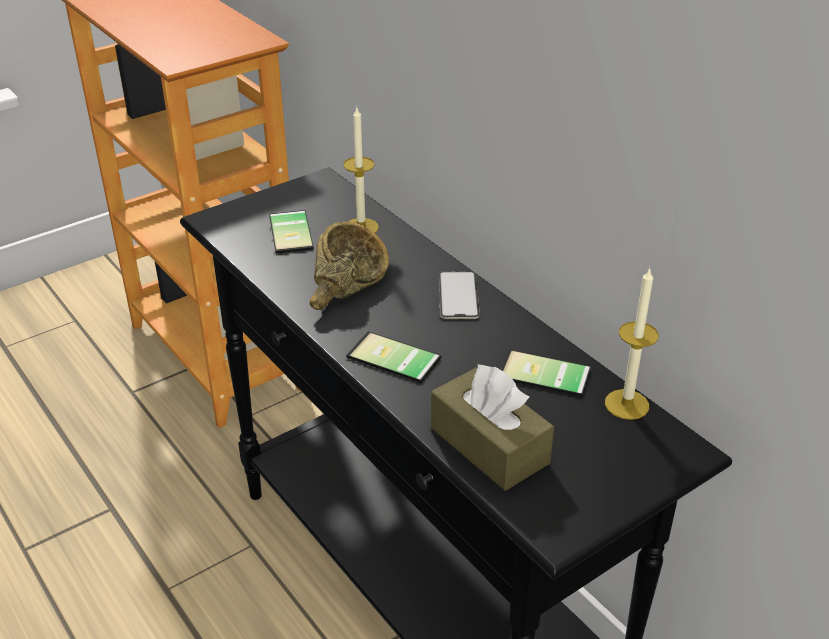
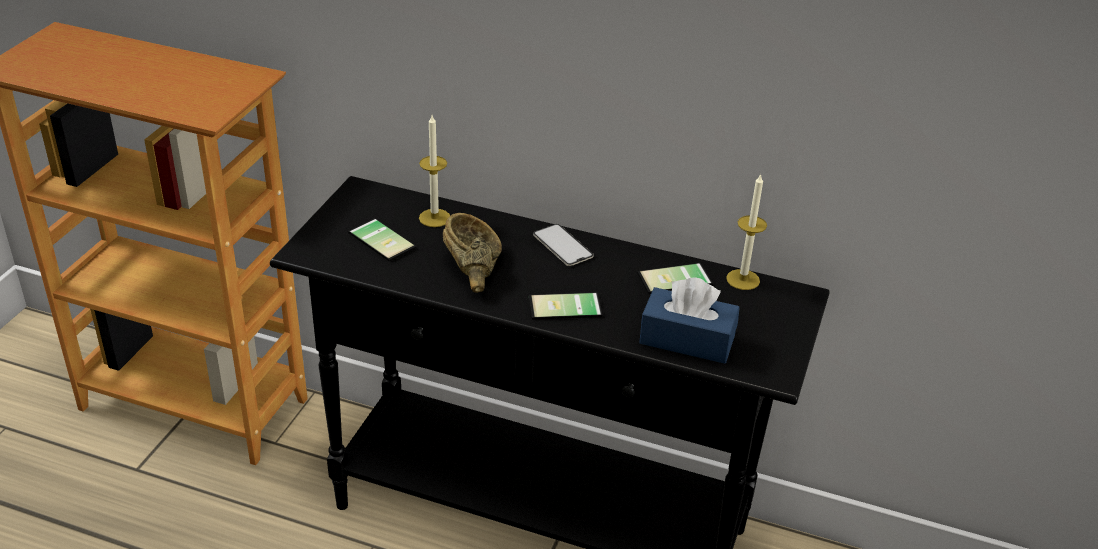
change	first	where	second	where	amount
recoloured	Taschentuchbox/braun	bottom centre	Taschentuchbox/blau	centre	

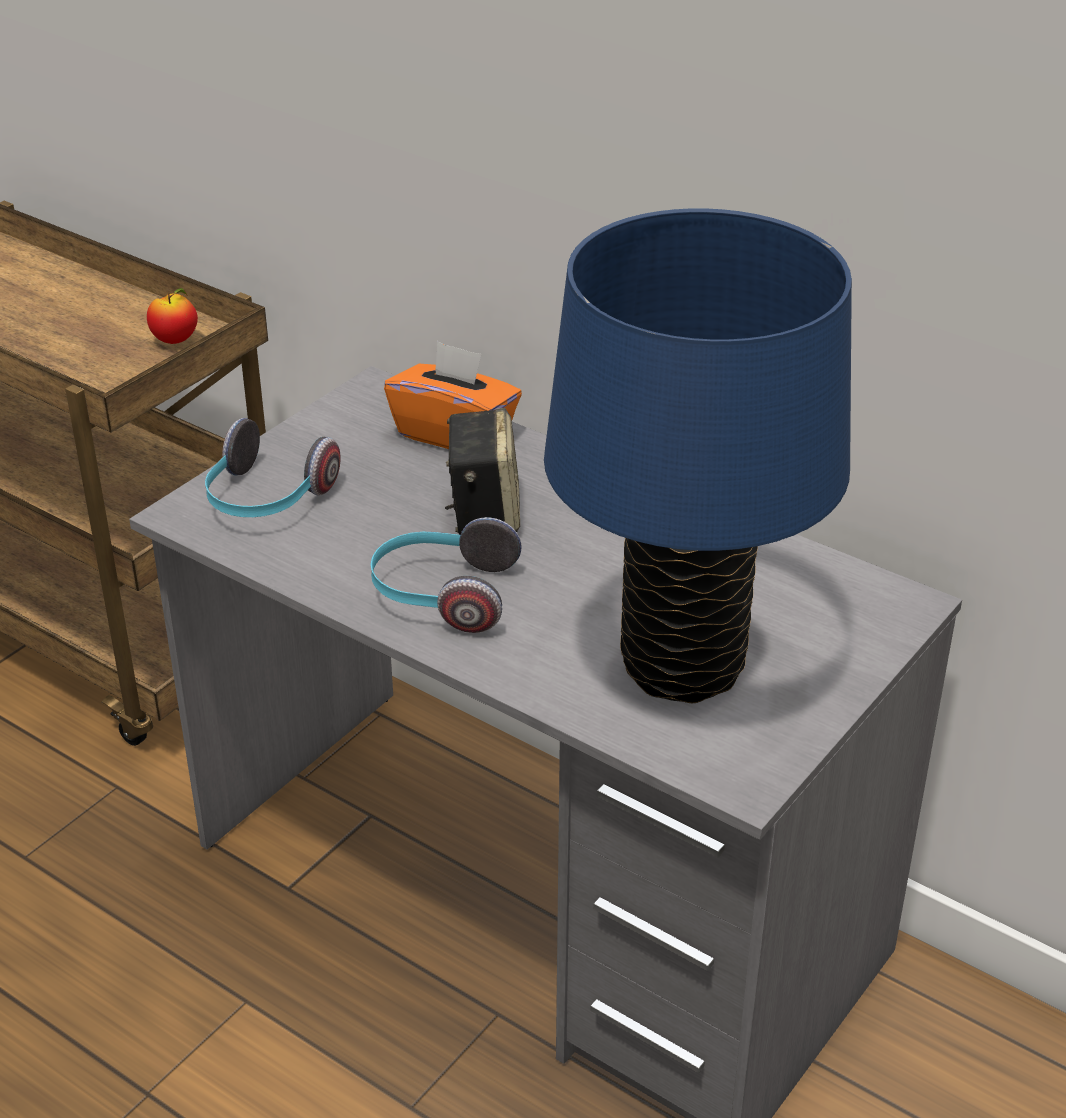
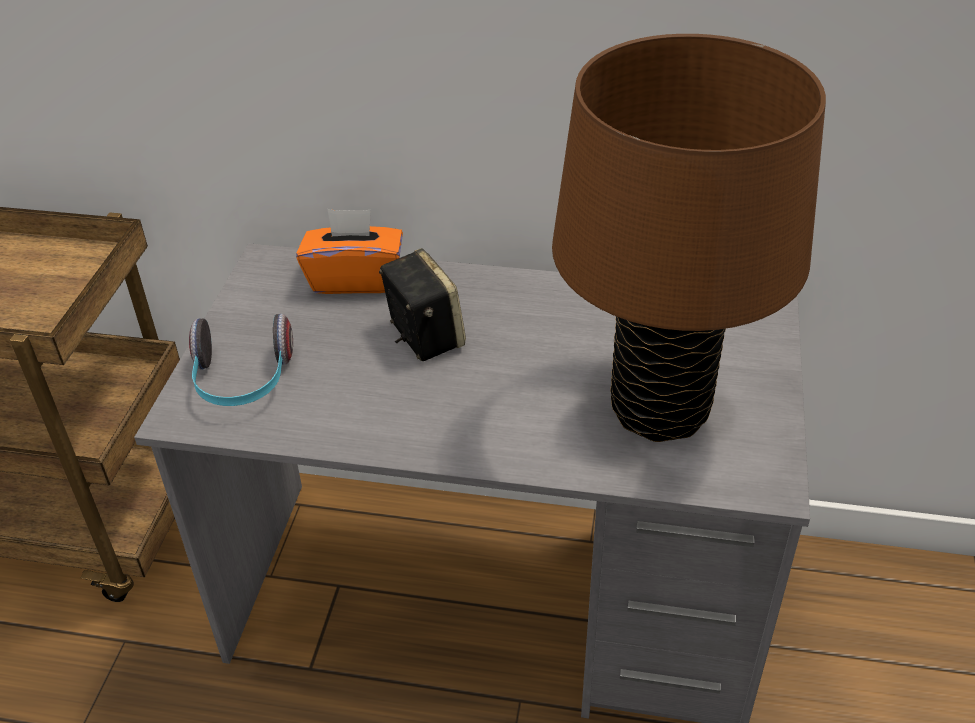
change	first	where	second	where	amount
removed	Apfel	top left			
removed	Kopfhörer (2nd from left)	centre			
recoloured	Tischlampe/blau	centre	Tischlampe/braun	top right	

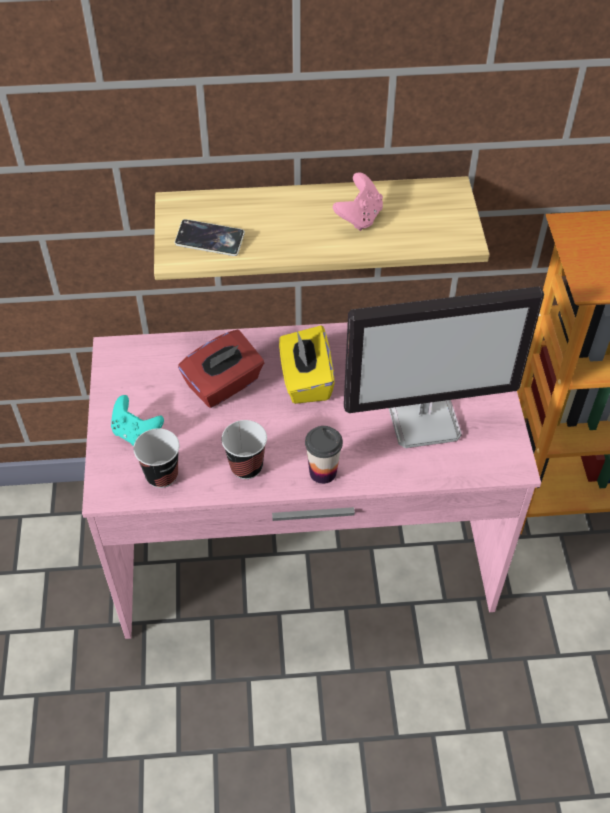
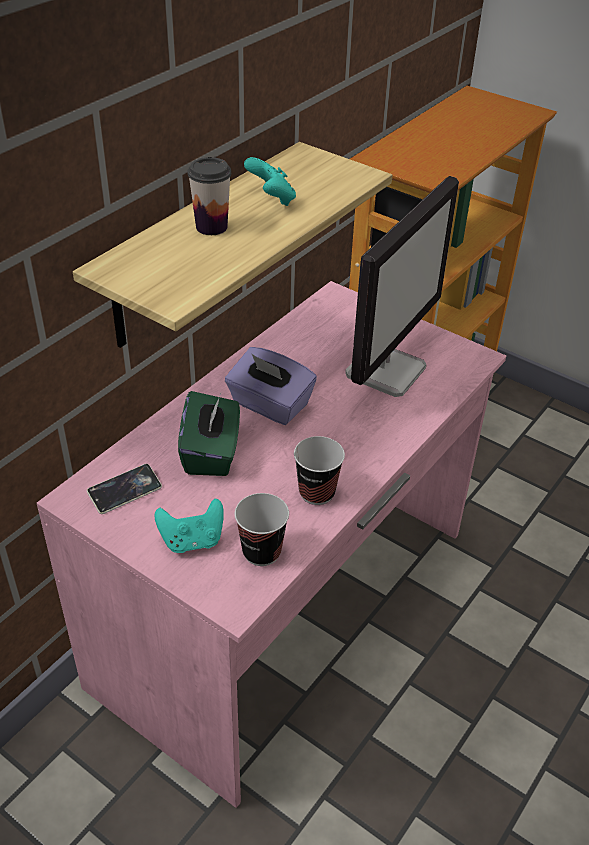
change	first	where	second	where	amount
moved	Handy	top centre		middle left	
recoloured	Taschentuchbox/rot	centre	Taschentuchbox/grün	centre	
recoloured	Taschentuchbox/gelb	centre	Taschentuchbox/lila	centre	
moved	Tasse (3rd from left in the first image)	centre	Tasse (1st from left)	top centre	
recoloured	Gamepad/rosa	top centre	Gamepad/türkis (2nd from left)	top centre	

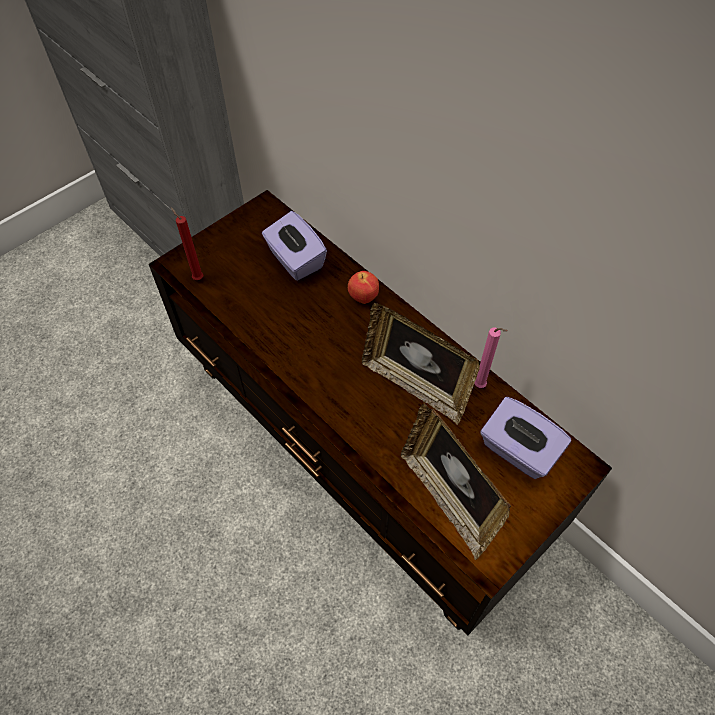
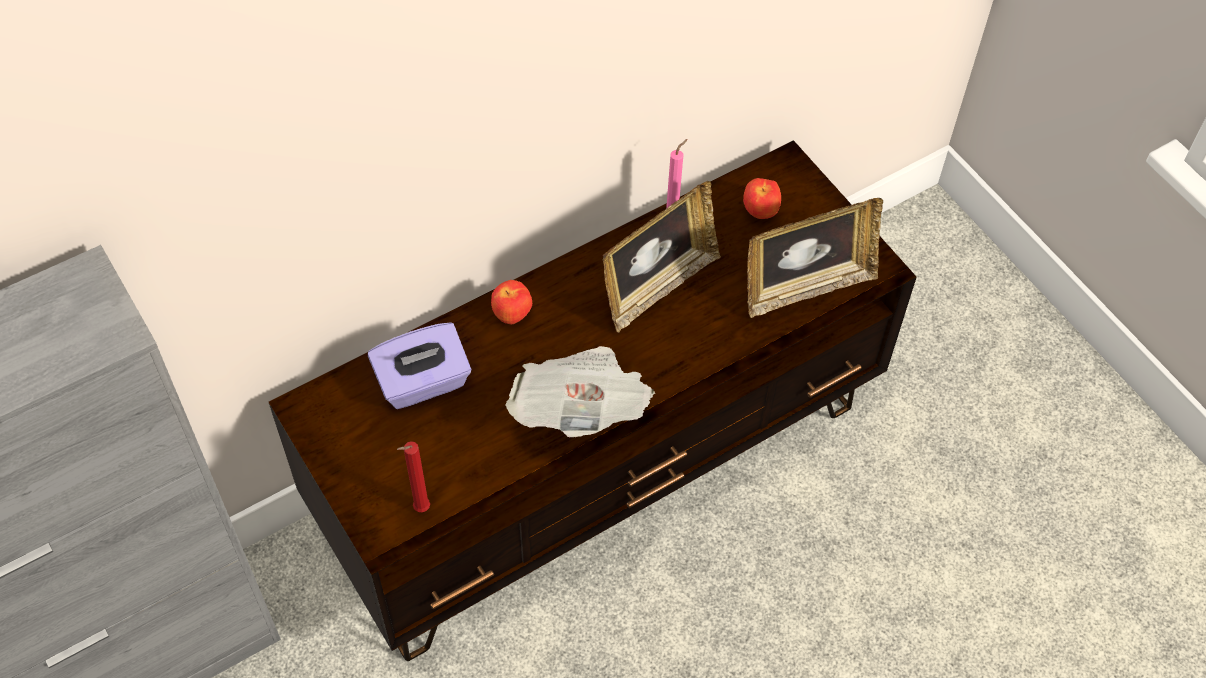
change	first	where	second	where	amount
replaced	Taschentuchbox/lila (2nd from left)	middle right	Apfel (2nd from left)	top centre	
added			Zeitung	centre	

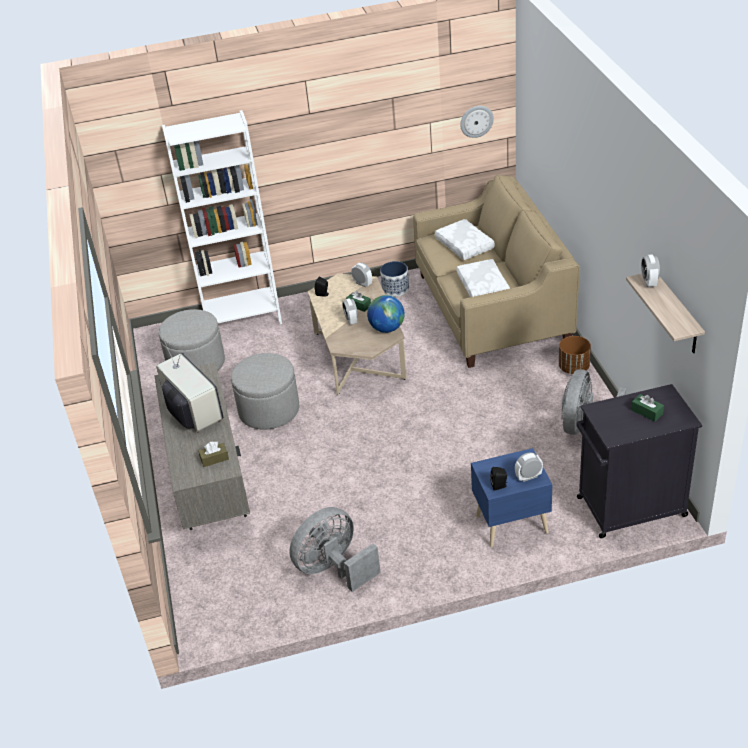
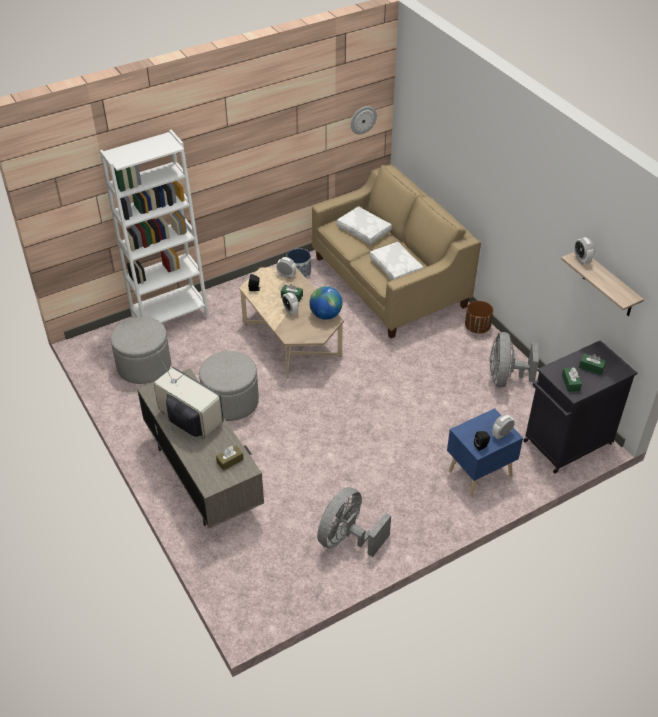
change	first	where	second	where	amount
added			Taschentuchbox/grün (2nd from left)	middle right	

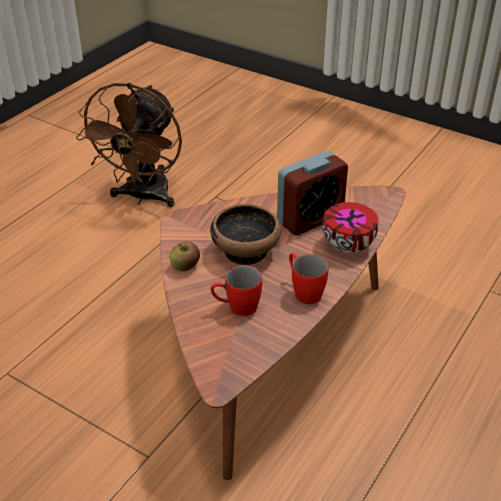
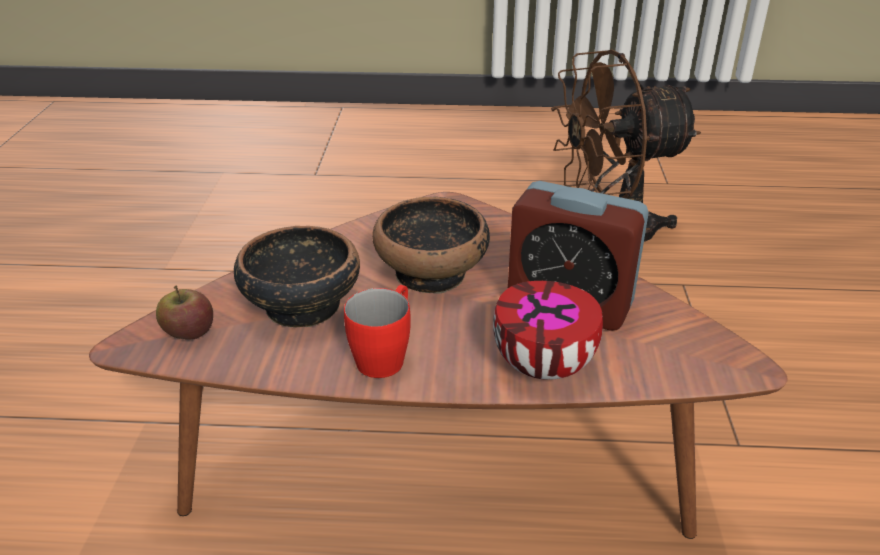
change	first	where	second	where	amount
moved	Apfel	centre		middle left	
replaced	Henkelbecher/rot (1st from left)	centre	Schüssel (1st from left)	centre	

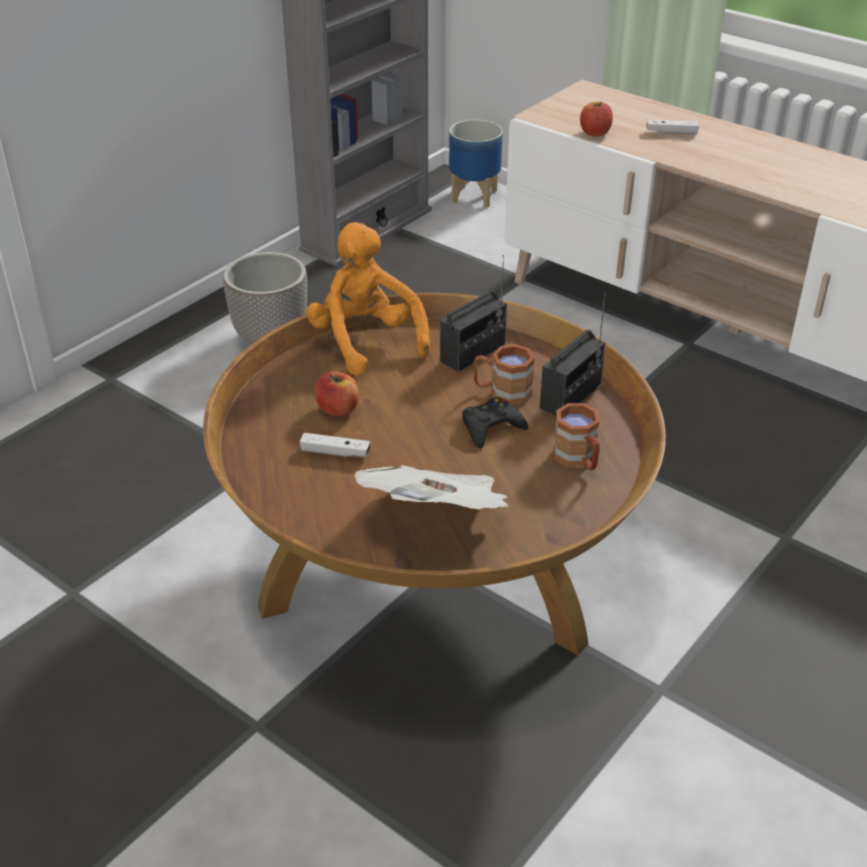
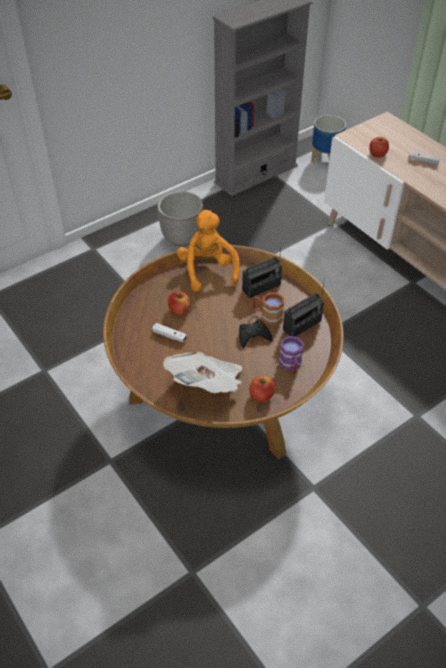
change	first	where	second	where	amount
recoloured	Henkelbecher/braun (2nd from left)	centre	Henkelbecher/lila	centre	
added			Apfel (2nd from left)	centre	

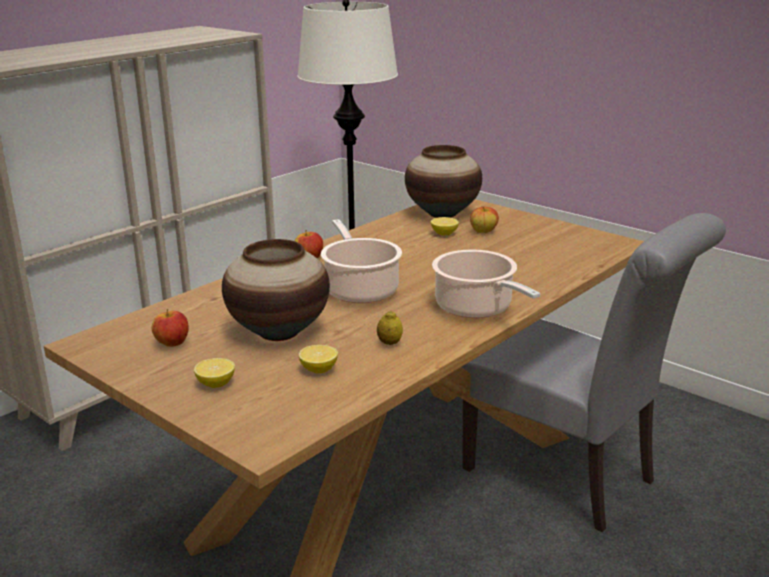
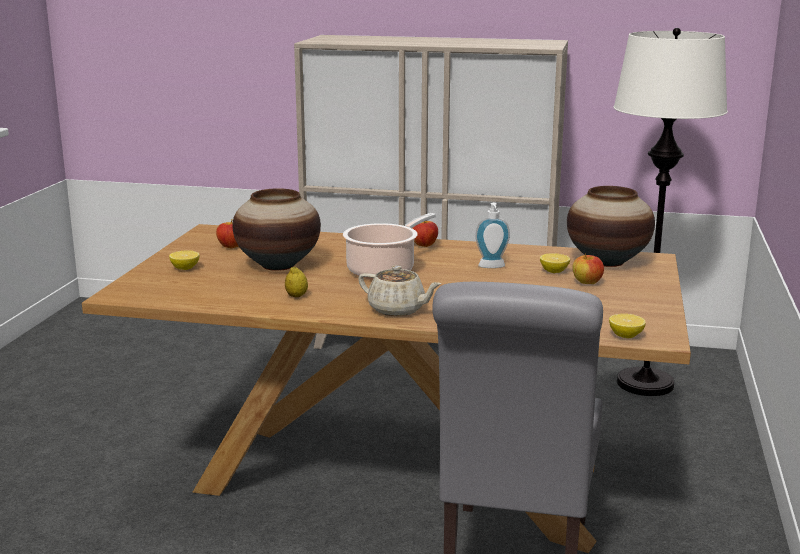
change	first	where	second	where	amount
moved	Zitrone (2nd from left in the first image)	centre	Zitrone (4th from left)	middle right	
replaced	Kochtopf (2nd from left)	centre	Teekanne/beige	centre	
added			Seifenspender	centre	

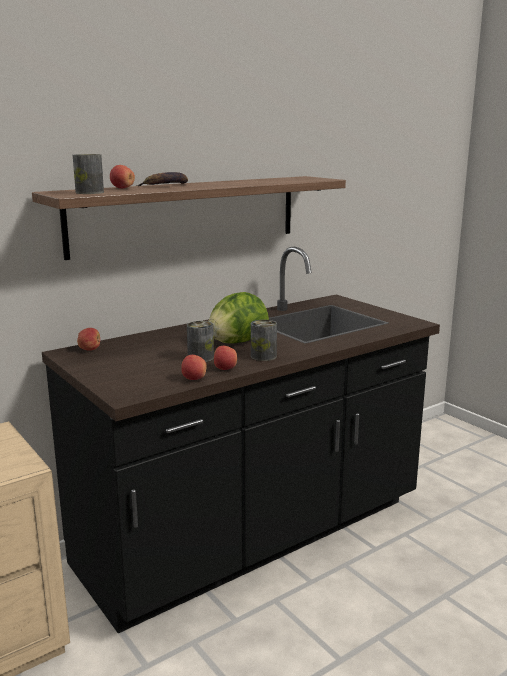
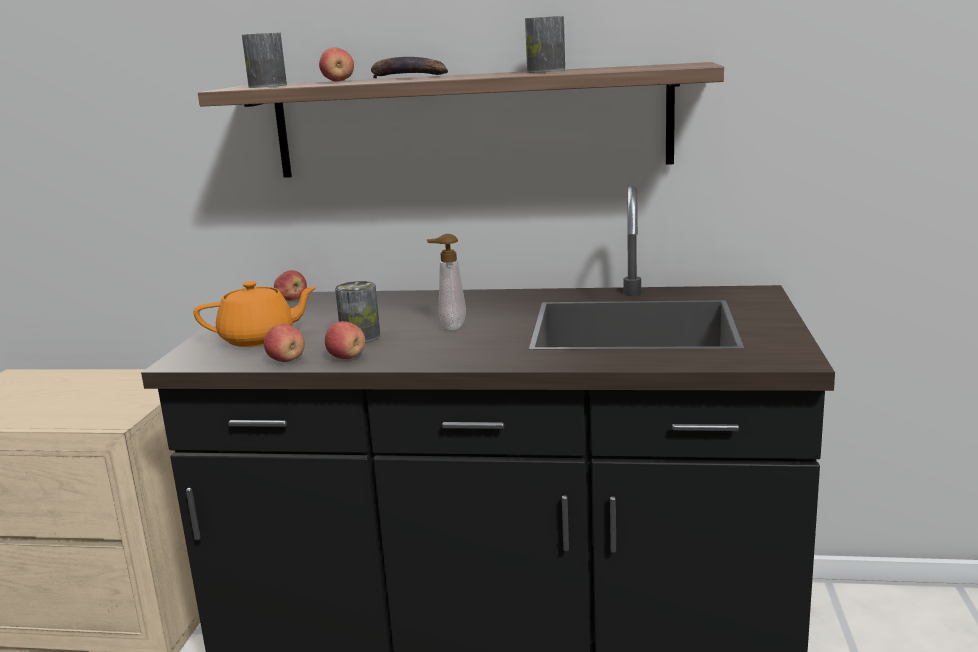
change	first	where	second	where	amount
replaced	Salatkopf	centre	Seifenspender	centre	
moved	Dose (3rd from left)	centre		top centre	
added			Teekanne/orange	middle left	

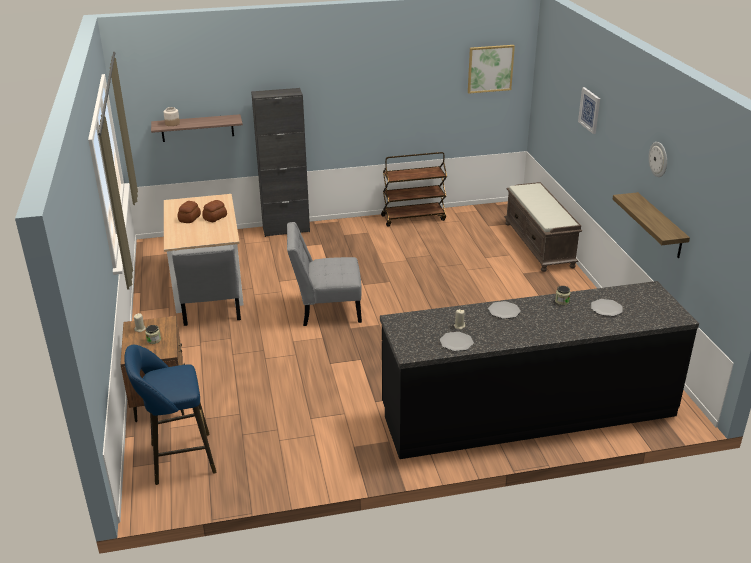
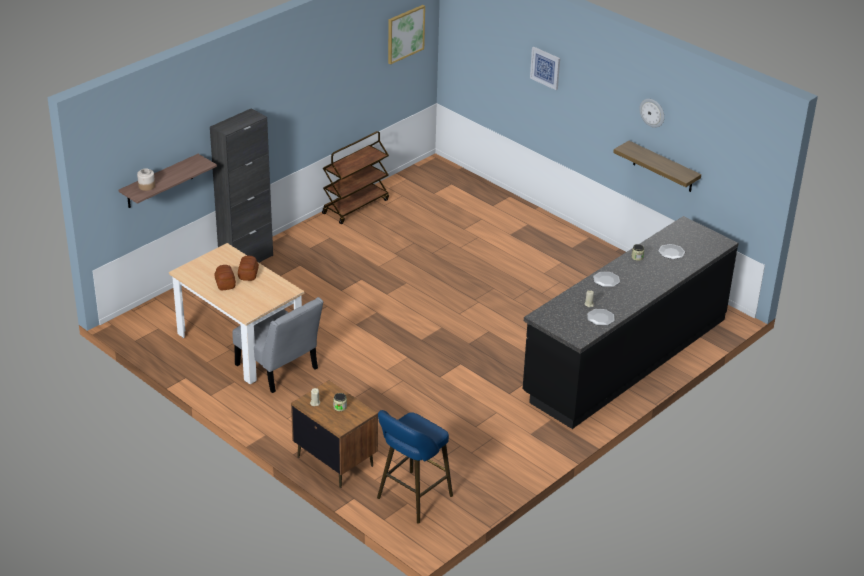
change	first	where	second	where	amount
removed	Stuhl/grau (2nd from left)	centre			
removed	Bank/braun	middle right			

